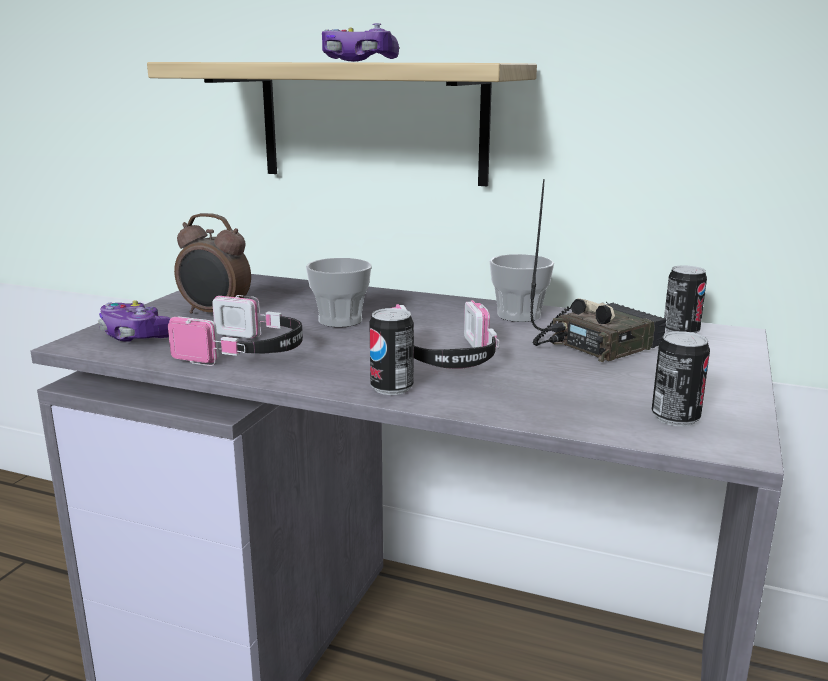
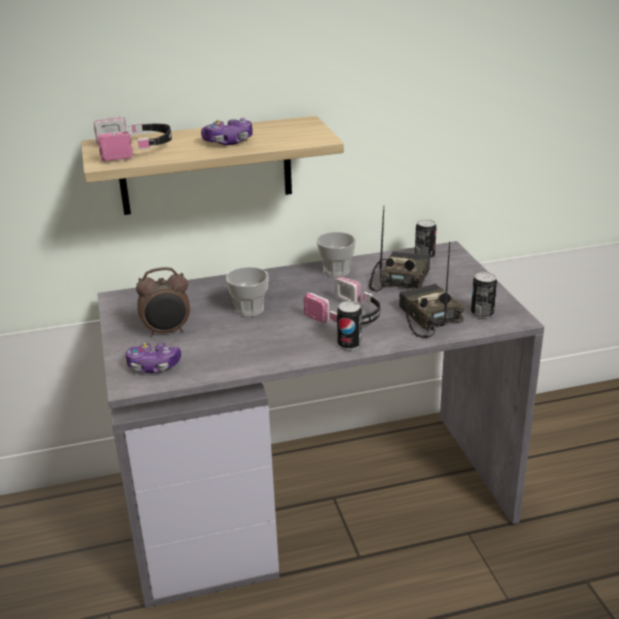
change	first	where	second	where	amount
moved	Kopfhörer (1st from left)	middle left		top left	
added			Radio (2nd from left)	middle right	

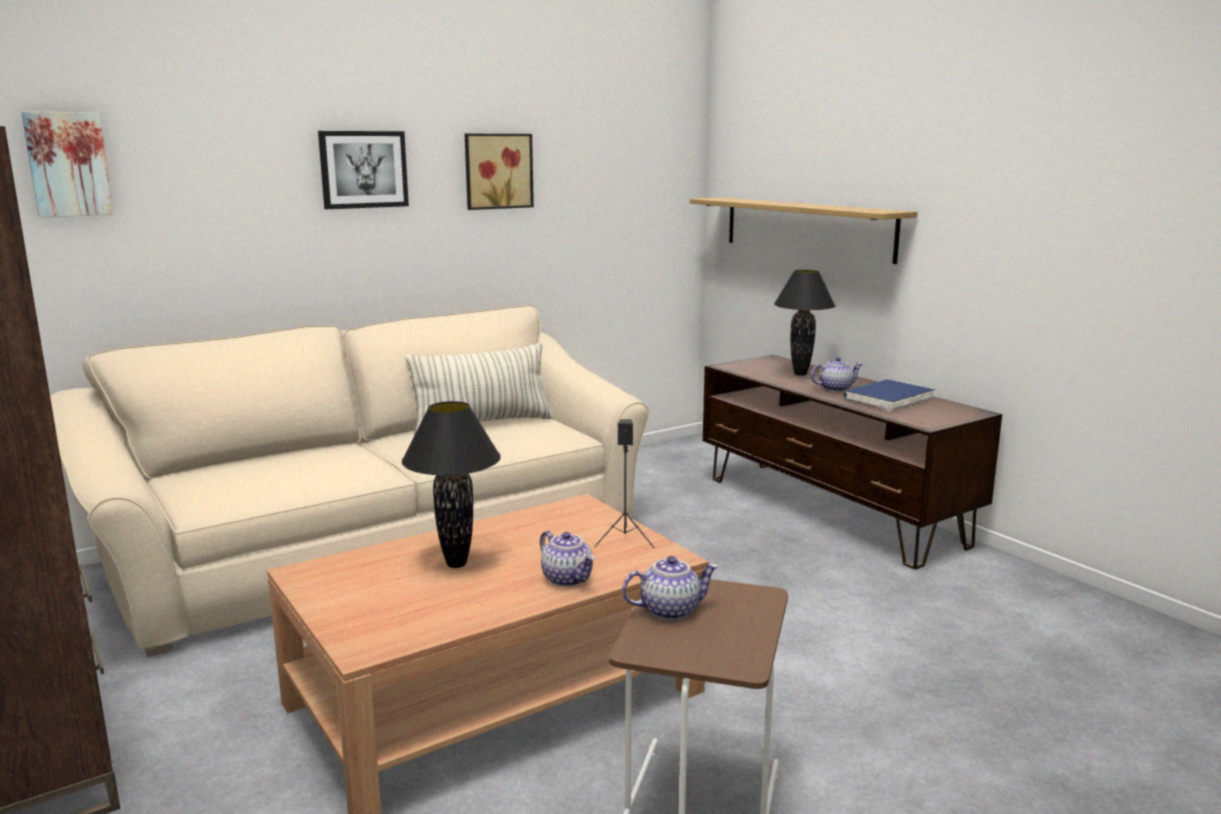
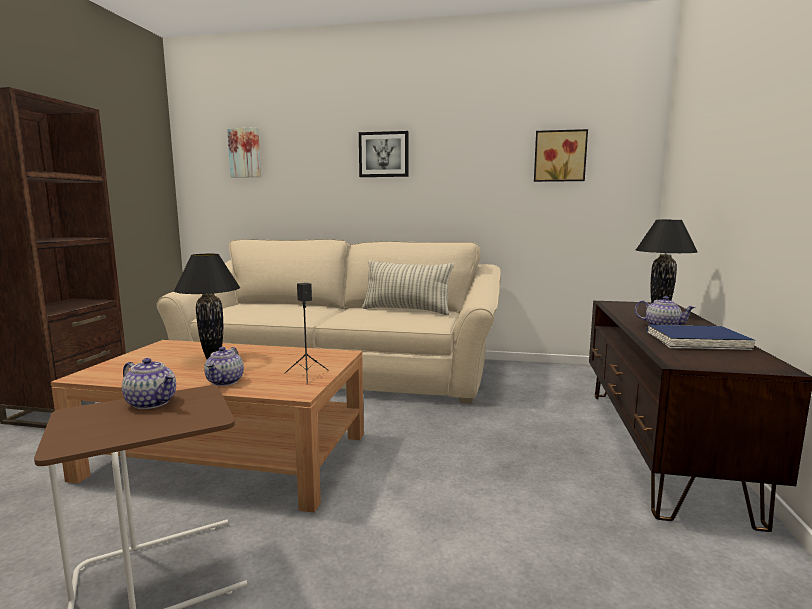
change	first	where	second	where	amount
moved	Bild (3rd from left)	top centre		top right	
removed	Wandregal	top centre			

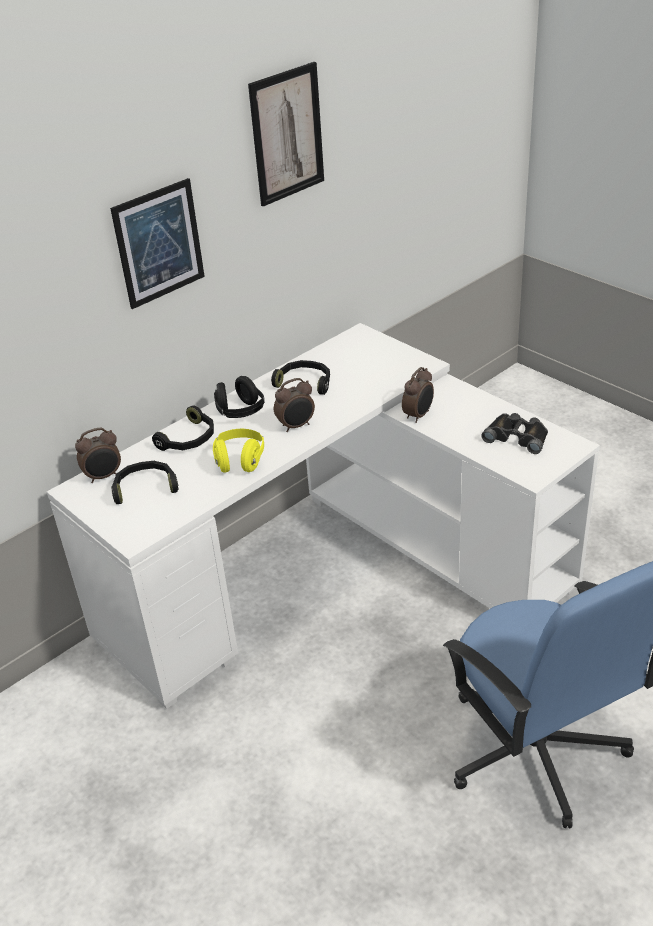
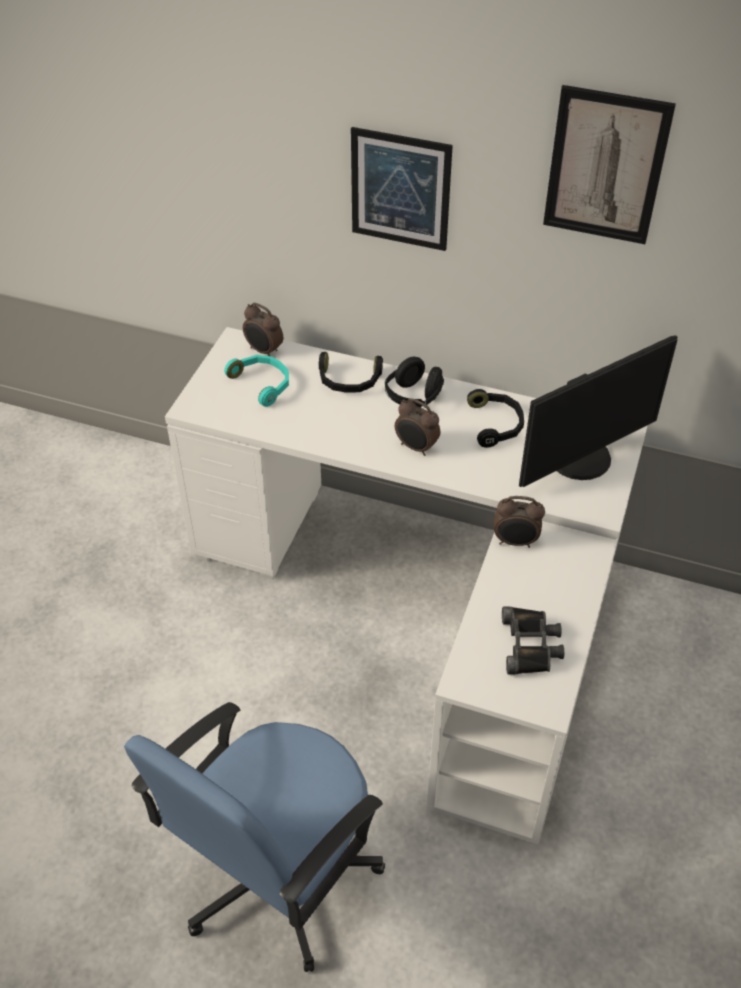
change	first	where	second	where	amount
recoloured	Kopfhörer/schwarz (1st from left)	middle left	Kopfhörer/türkis	centre	
removed	Kopfhörer/gelb	centre			
added			Monitor	middle right	

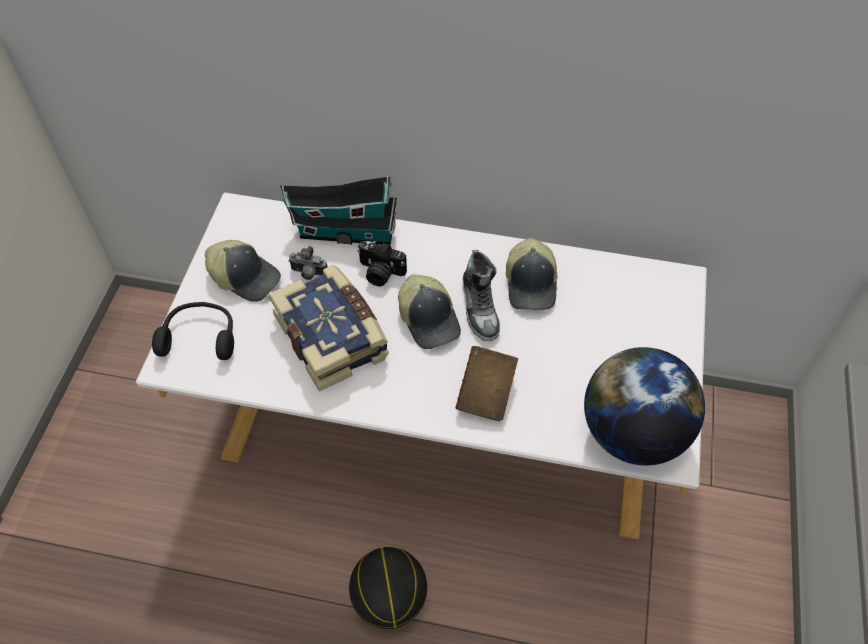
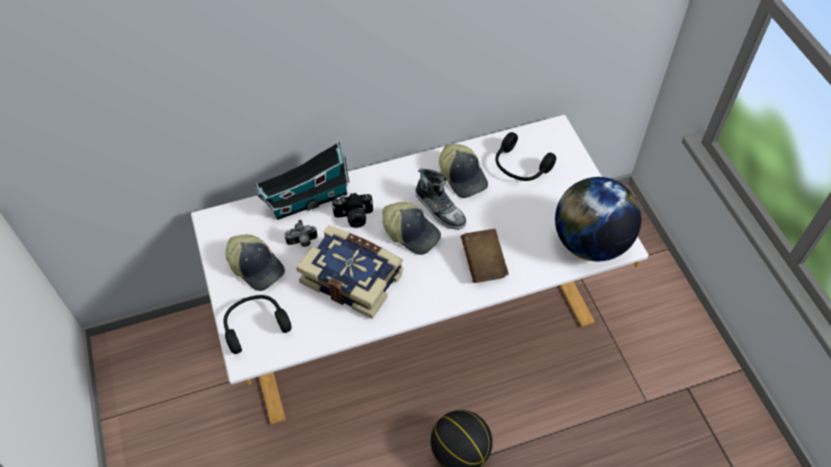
change	first	where	second	where	amount
turned	Kappe (1st from left)	middle left		middle left	45 degrees clockwise
added			Kopfhörer/schwarz (2nd from left)	centre	

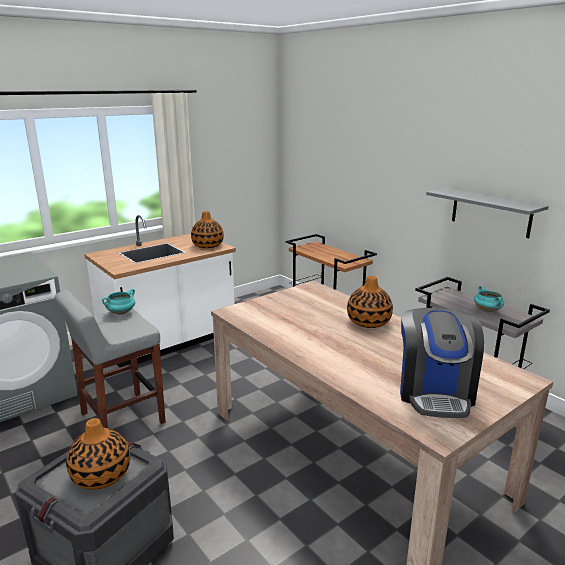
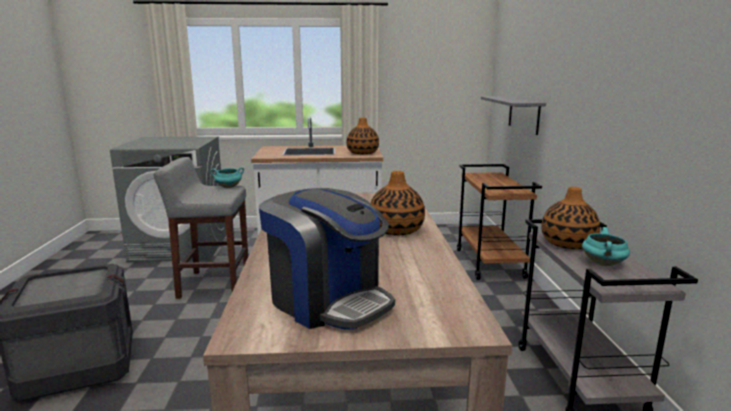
change	first	where	second	where	amount
moved	Vase (1st from left in the first image)	bottom left	Vase (3rd from left)	middle right	
turned	Kaffeemaschine	middle right		centre	90 degrees counterclockwise
moved	Wandregal/grau	middle right		top right	

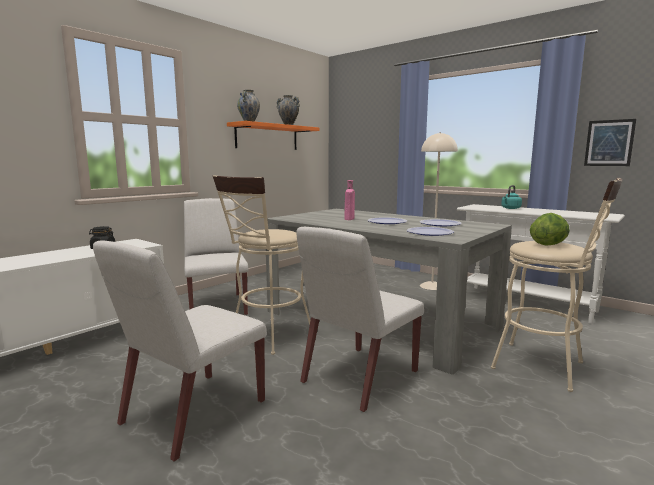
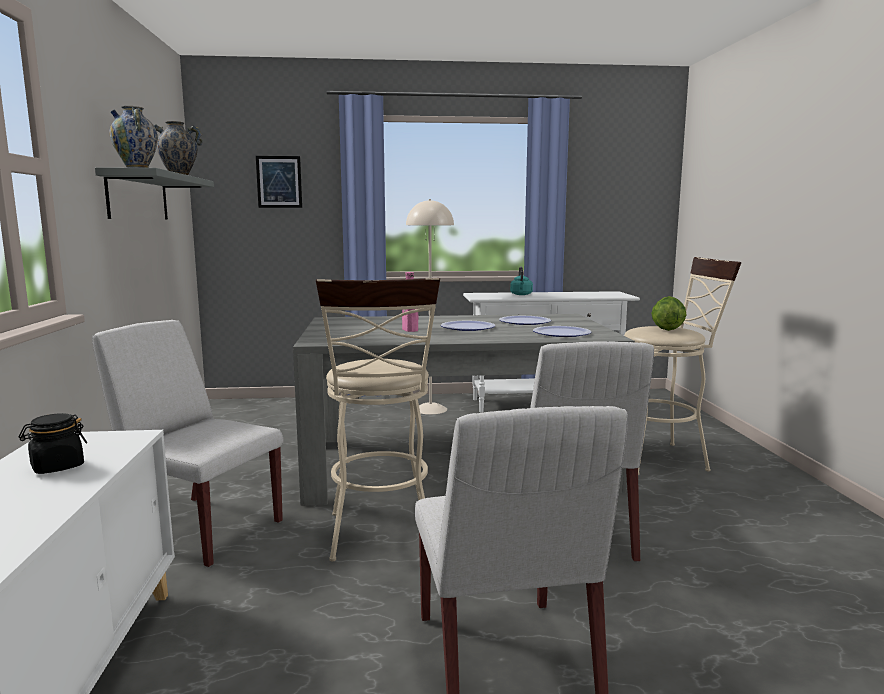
change	first	where	second	where	amount
recoloured	Wandregal/orange	top centre	Wandregal/grau	top left	
moved	Bild	top right		top left	

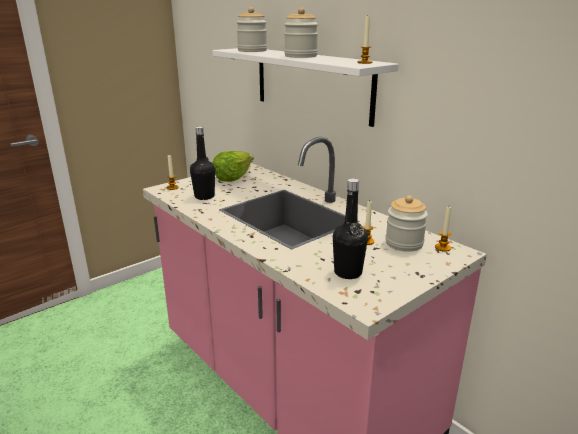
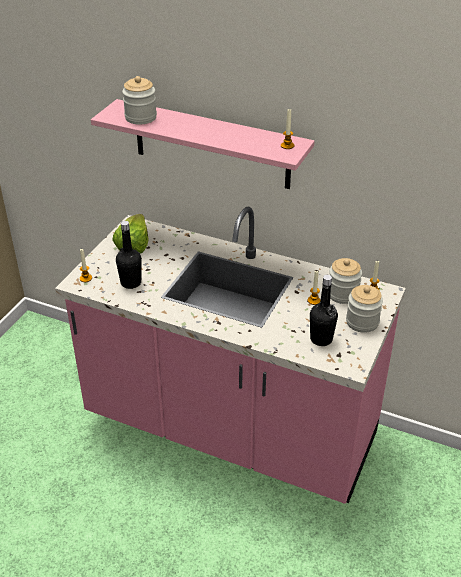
change	first	where	second	where	amount
recoloured	Wandregal/weiß	top centre	Wandregal/rosa	top centre	
moved	Vorratsglas (2nd from left in the first image)	top centre	Vorratsglas (3rd from left)	middle right	

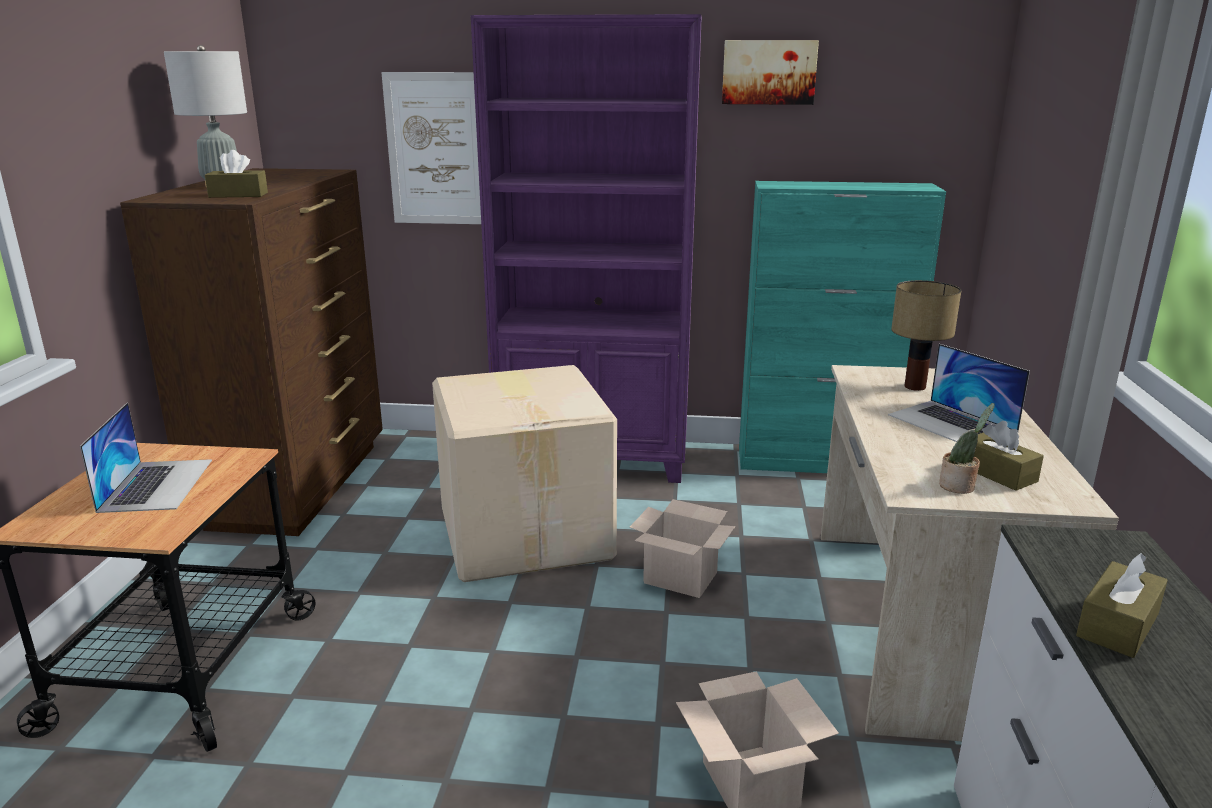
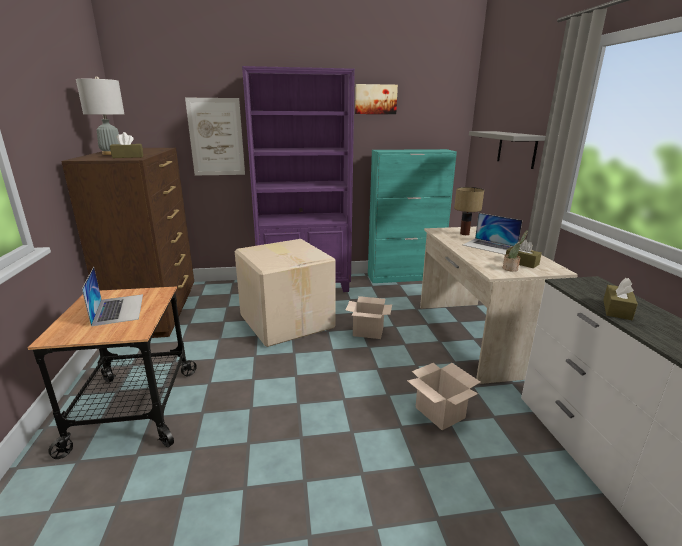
change	first	where	second	where	amount
added			Wandregal/grau	top right	

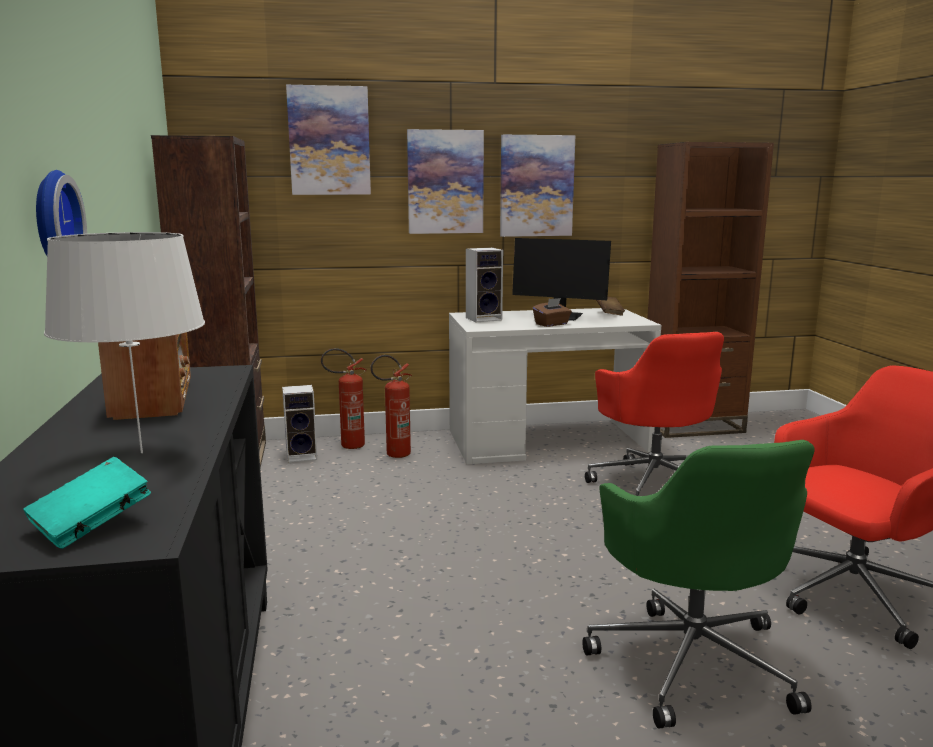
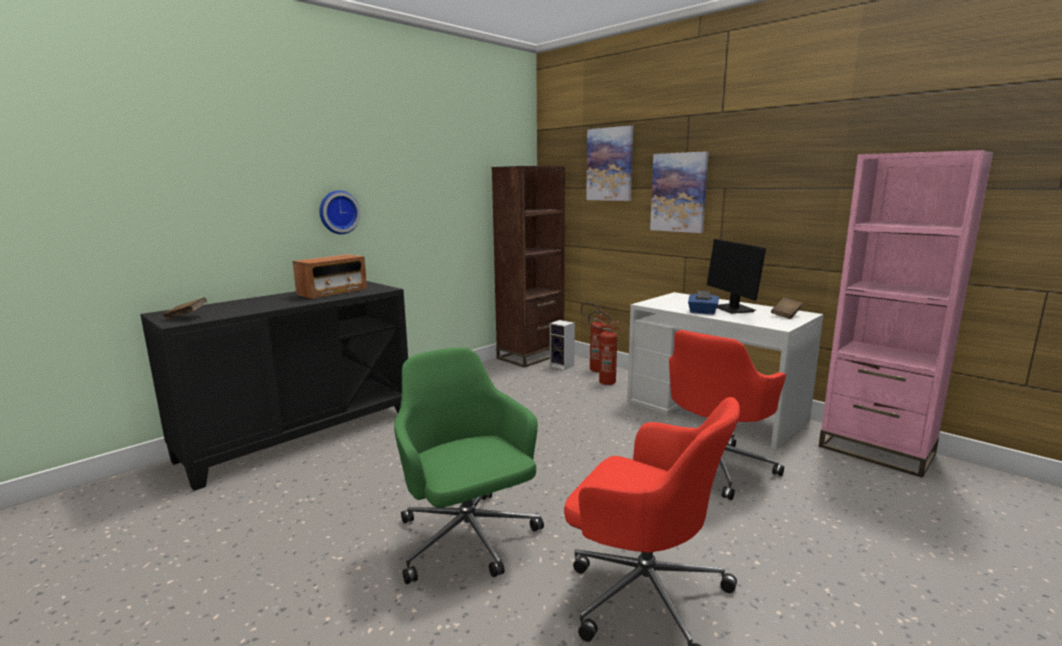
change	first	where	second	where	amount
recoloured	Buch/türkis	bottom left	Buch/braun (1st from left)	middle left	
removed	Tischlampe/weiß	middle left			
removed	Lautsprecher (2nd from left)	centre			
removed	Bild (3rd from left)	top centre			
recoloured	Taschentuchbox/braun	centre	Taschentuchbox/blau	centre	
turned	Bürostuhl/grün	bottom right		bottom centre	105 degrees clockwise
recoloured	Bücherregal/braun (2nd from left)	middle right	Bücherregal/rosa	middle right	

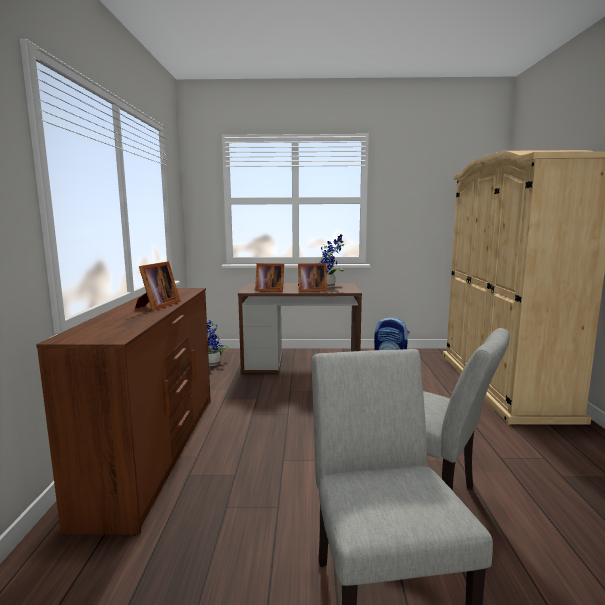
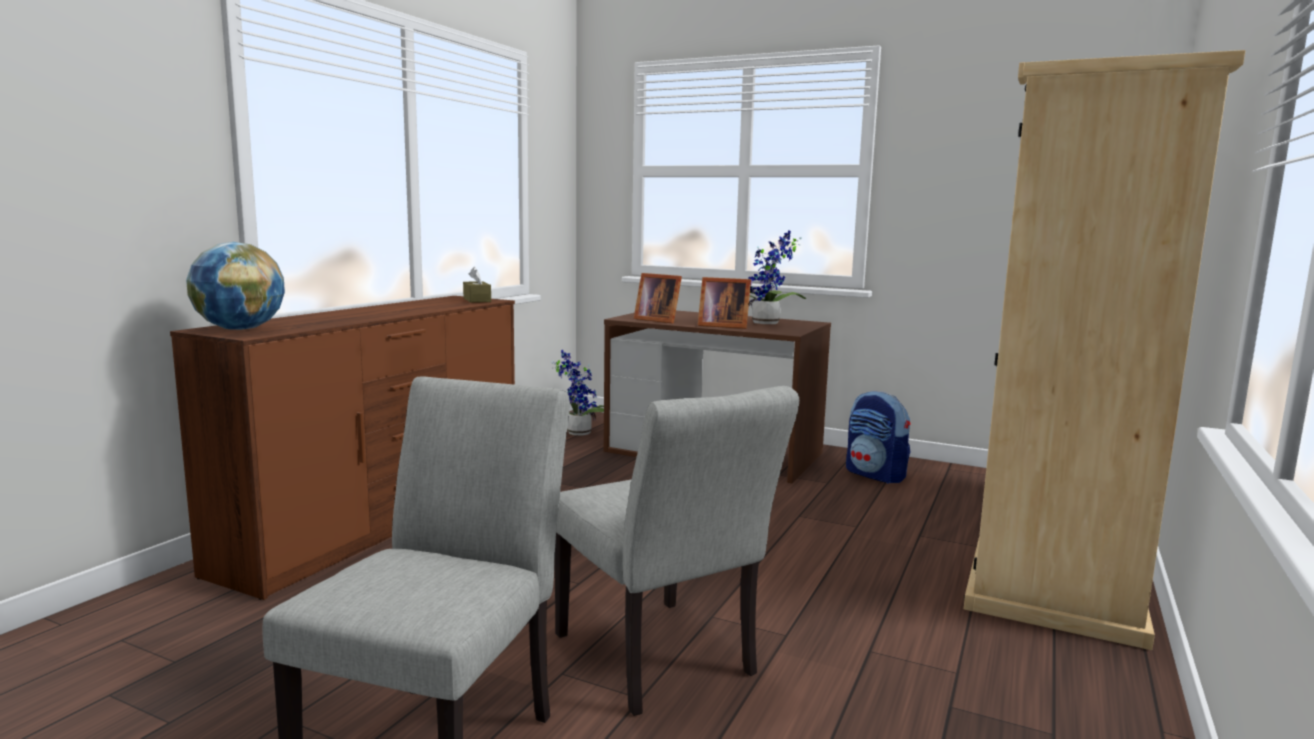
change	first	where	second	where	amount
removed	Bilderrahmen (1st from left)	middle left			
added			Globus	middle left	
added			Taschentuchbox/braun	centre	

